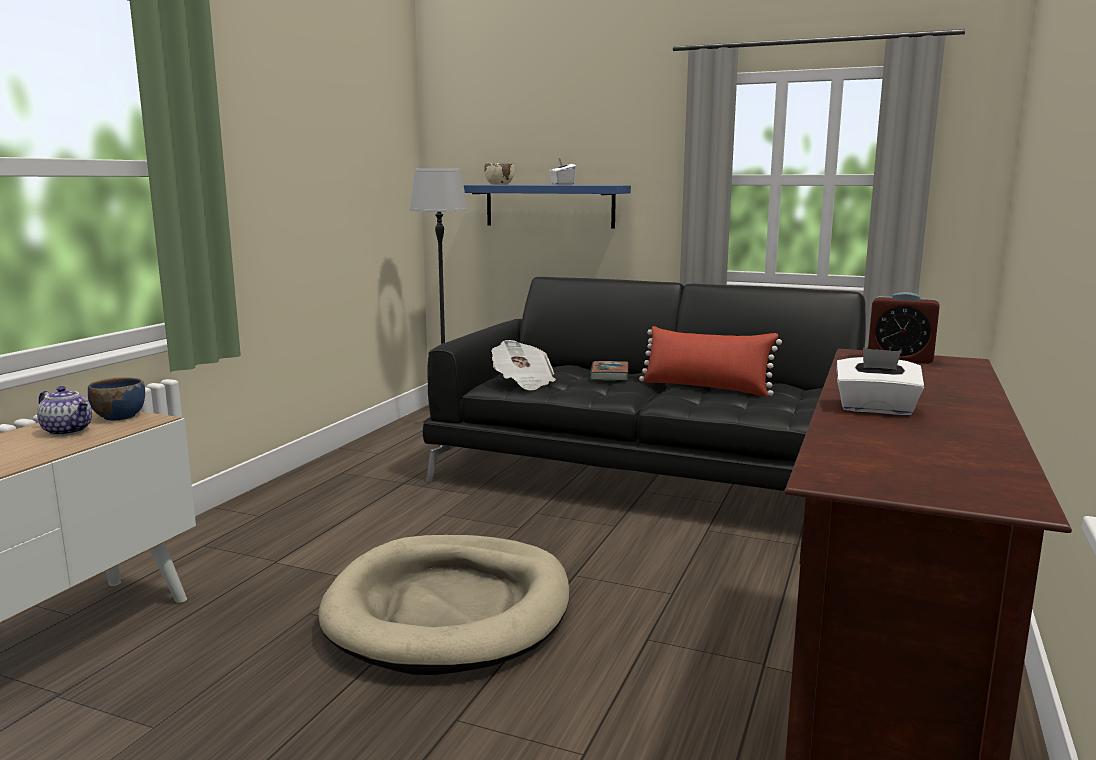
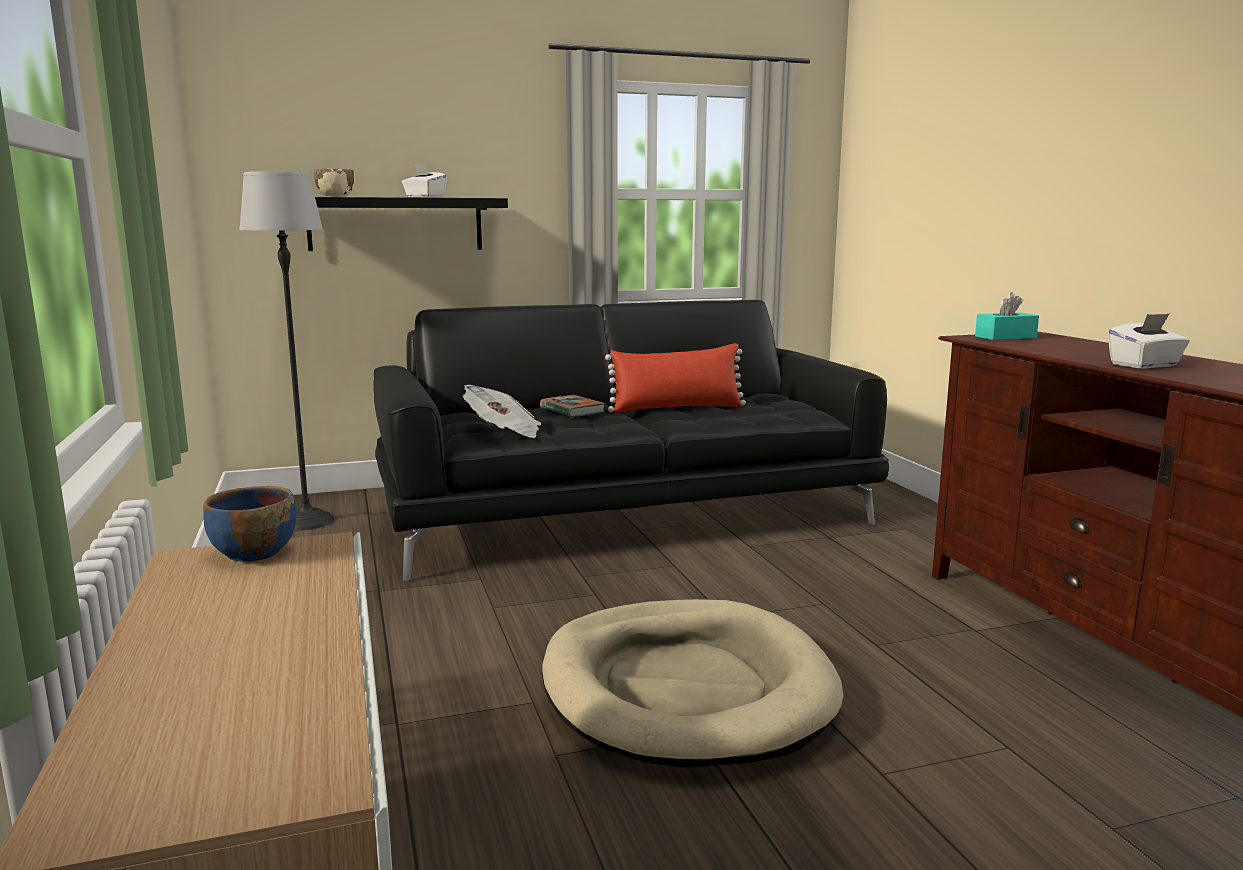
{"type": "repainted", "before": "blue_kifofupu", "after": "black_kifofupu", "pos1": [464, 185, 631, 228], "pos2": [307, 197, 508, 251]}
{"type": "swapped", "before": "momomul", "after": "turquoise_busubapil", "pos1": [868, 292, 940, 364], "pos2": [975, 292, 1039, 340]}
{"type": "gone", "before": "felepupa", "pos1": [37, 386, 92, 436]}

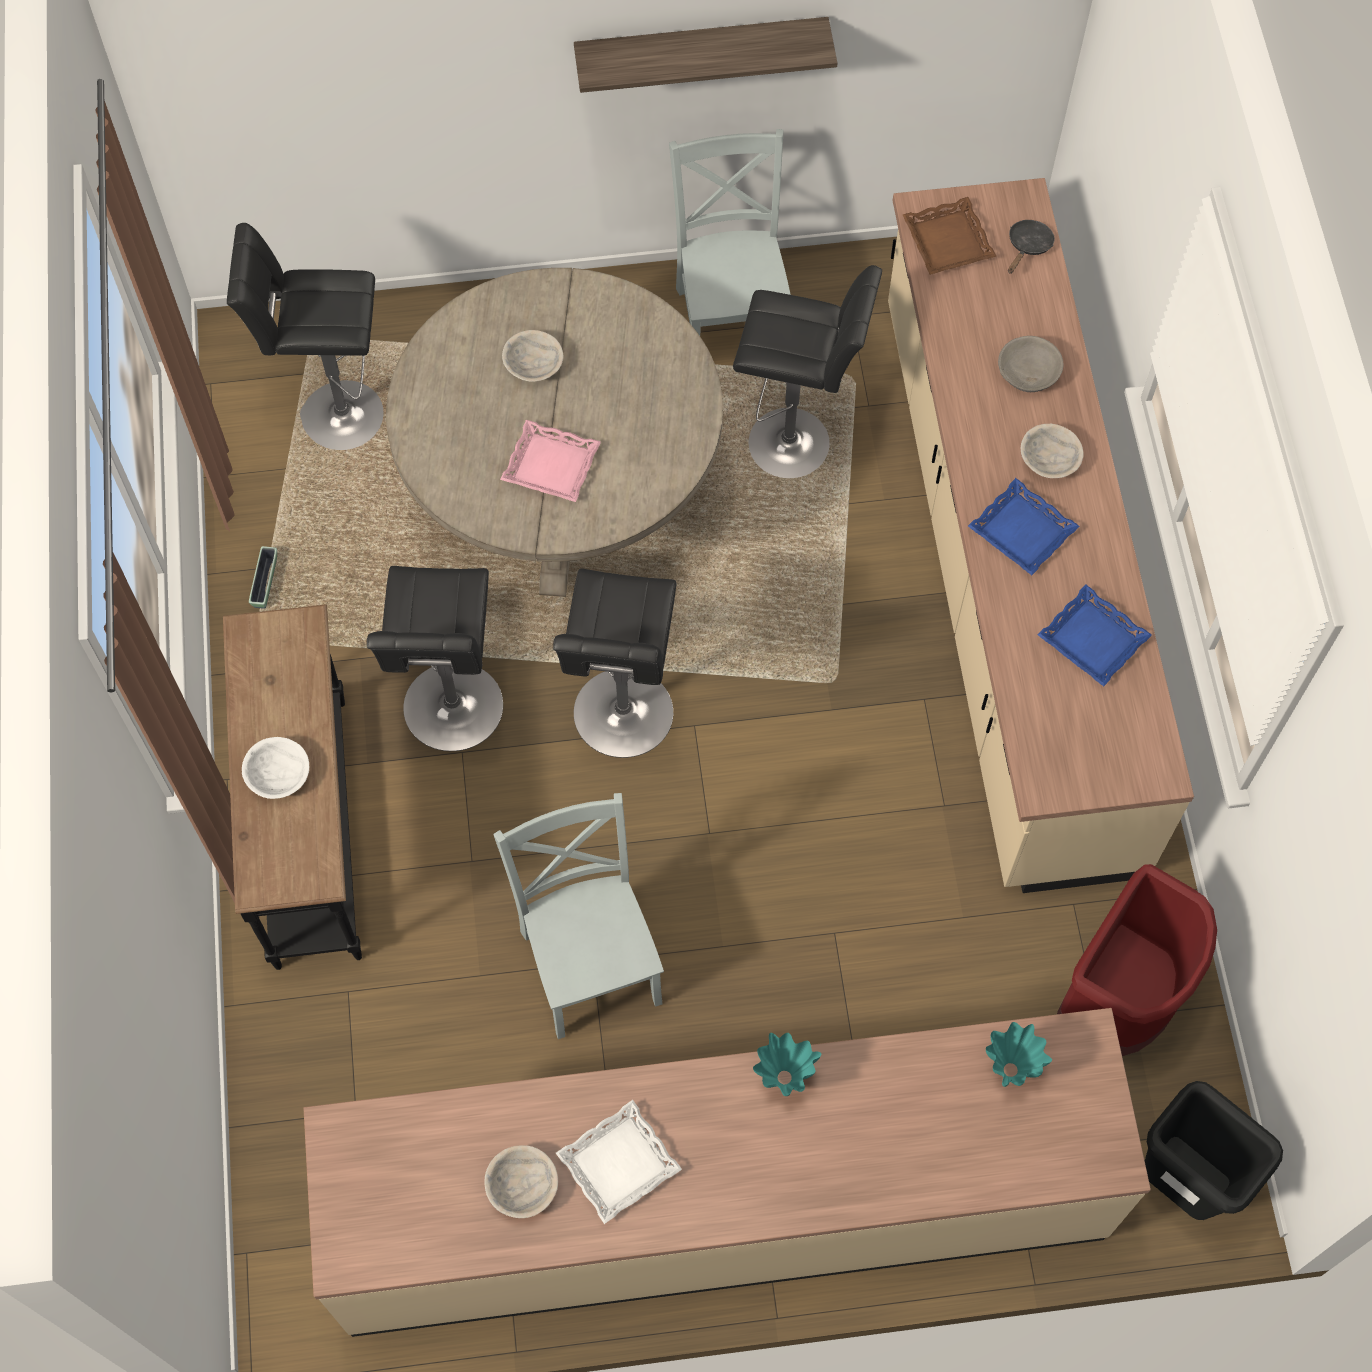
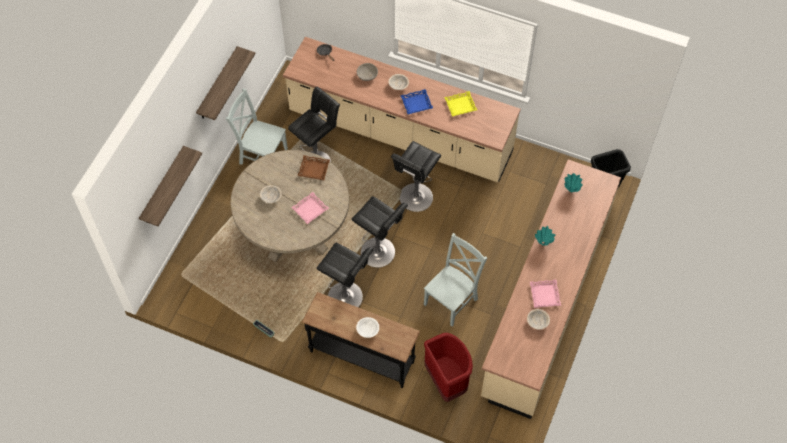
{"type": "new", "after": "kifofupu", "pos2": [139, 146, 202, 227]}
{"type": "shifted", "before": "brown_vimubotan", "pos1": [902, 197, 997, 275], "pos2": [298, 155, 330, 180]}
{"type": "shifted", "before": "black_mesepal", "pos1": [227, 223, 383, 450], "pos2": [391, 141, 441, 212]}
{"type": "rotated", "before": "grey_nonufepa", "pos1": [493, 793, 664, 1039], "pos2": [424, 233, 487, 326], "turn": 120}
{"type": "shifted", "before": "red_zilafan", "pos1": [1057, 864, 1217, 1056], "pos2": [424, 333, 473, 402]}
{"type": "repainted", "before": "blue_vimubotan", "after": "yellow_vimubotan", "pos1": [1037, 584, 1152, 687], "pos2": [444, 91, 477, 117]}
{"type": "repainted", "before": "white_vimubotan", "after": "pink_vimubotan", "pos1": [556, 1100, 682, 1224], "pos2": [530, 280, 561, 308]}

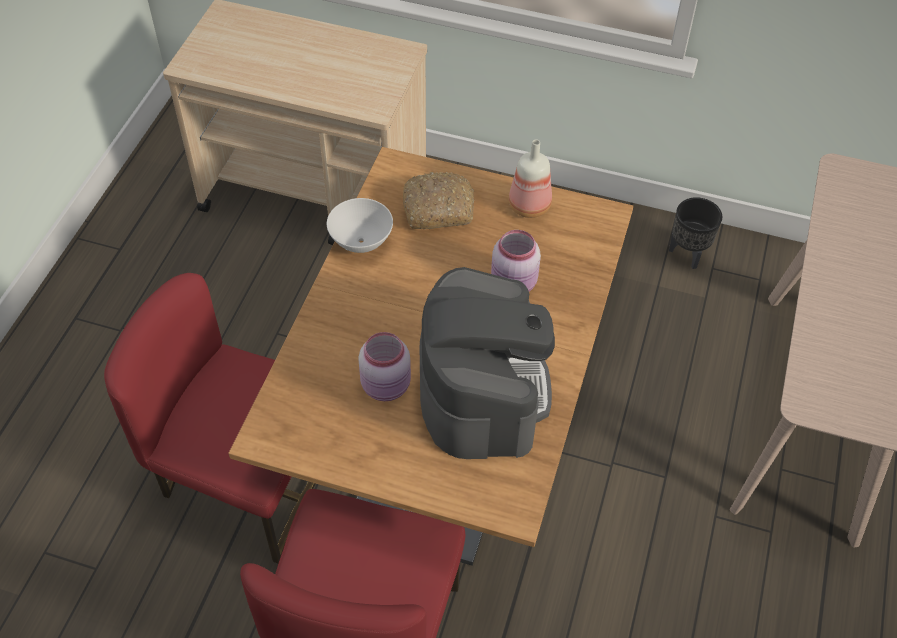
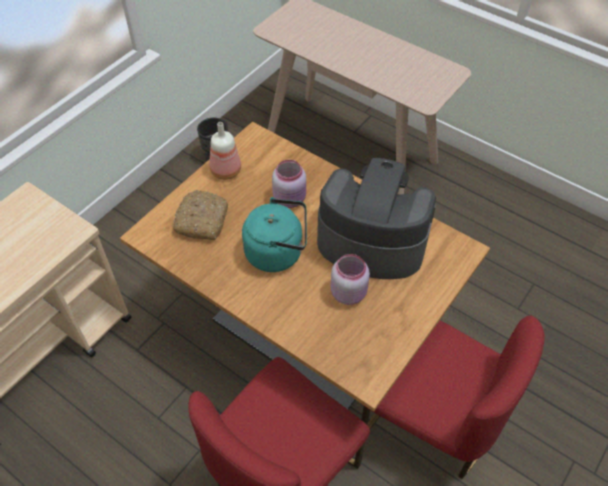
{"type": "new", "after": "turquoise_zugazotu", "pos2": [242, 197, 307, 272]}
{"type": "gone", "before": "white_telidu", "pos1": [327, 198, 393, 253]}

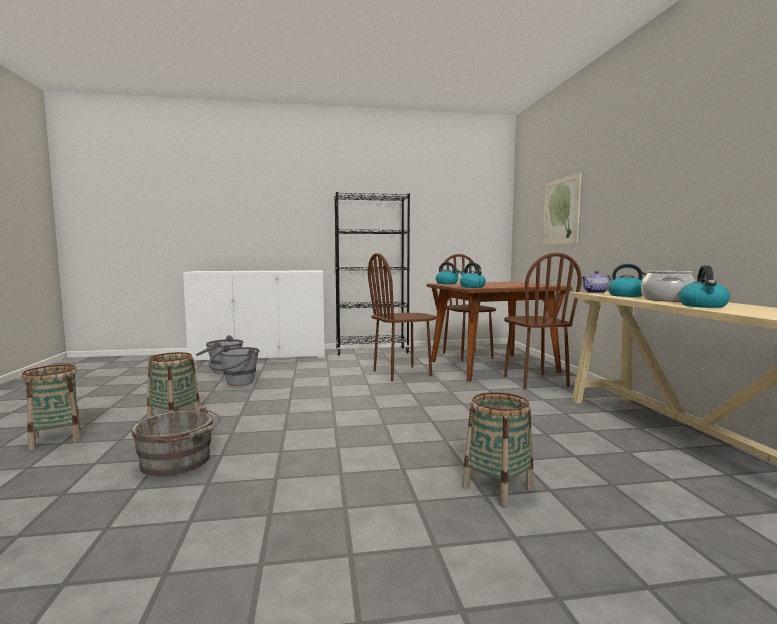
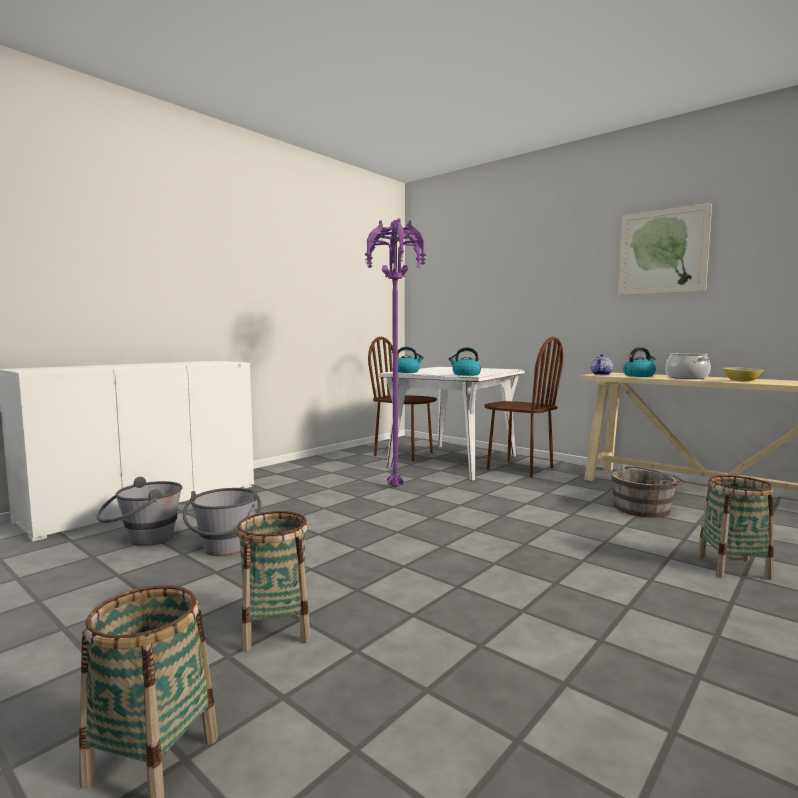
{"type": "swapped", "before": "brown_nonufepa", "after": "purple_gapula", "pos1": [368, 253, 436, 382], "pos2": [365, 218, 427, 487]}
{"type": "repainted", "before": "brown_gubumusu", "after": "white_gubumusu", "pos1": [427, 282, 573, 382], "pos2": [379, 367, 525, 481]}
{"type": "shifted", "before": "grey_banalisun", "pos1": [131, 405, 221, 476], "pos2": [611, 465, 685, 518]}
{"type": "shifted", "before": "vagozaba", "pos1": [543, 173, 581, 245], "pos2": [618, 203, 712, 295]}
{"type": "swapped", "before": "zugazotu", "after": "telidu", "pos1": [679, 265, 730, 308], "pos2": [722, 367, 764, 381]}
{"type": "gone", "before": "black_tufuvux", "pos1": [334, 192, 410, 356]}

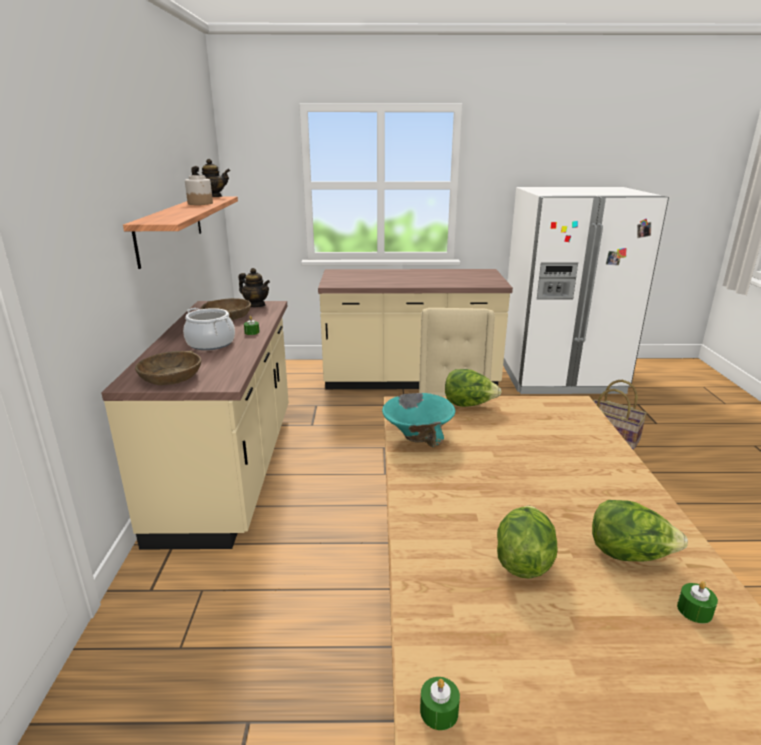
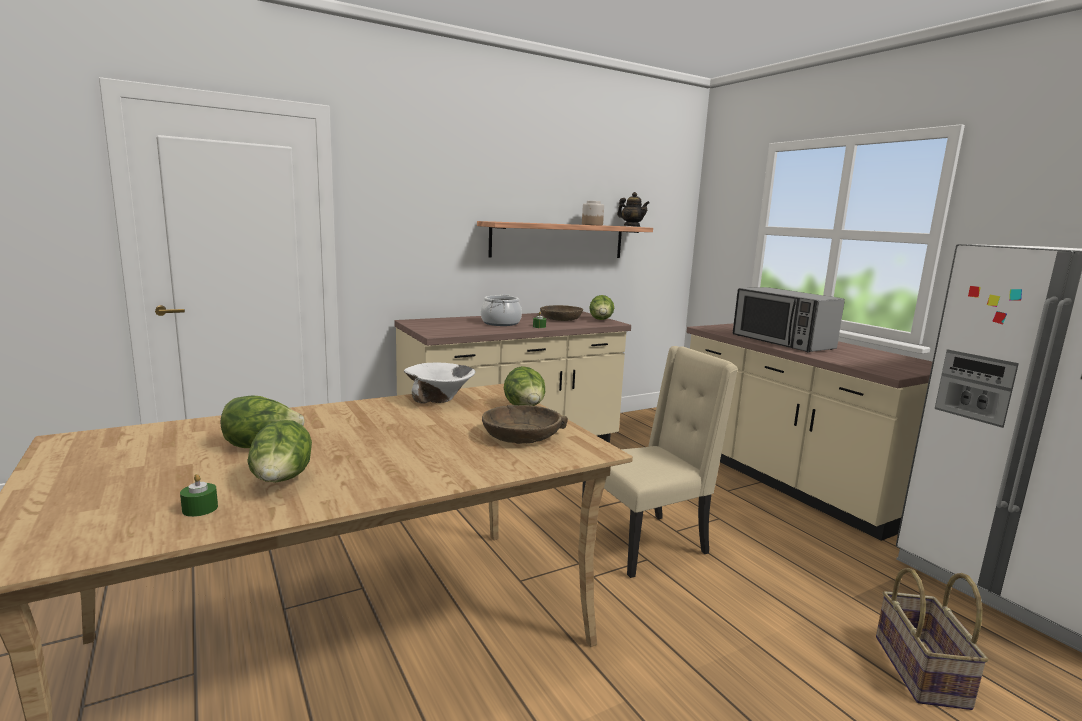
{"type": "repainted", "before": "turquoise_telidu", "after": "white_telidu", "pos1": [382, 393, 455, 447], "pos2": [404, 363, 475, 403]}
{"type": "shifted", "before": "brown_telidu", "pos1": [135, 351, 201, 385], "pos2": [482, 405, 568, 444]}
{"type": "swapped", "before": "felepupa", "after": "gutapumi", "pos1": [239, 268, 270, 307], "pos2": [589, 295, 614, 320]}
{"type": "new", "after": "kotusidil", "pos2": [733, 287, 845, 352]}
{"type": "gone", "before": "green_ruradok", "pos1": [420, 677, 460, 730]}

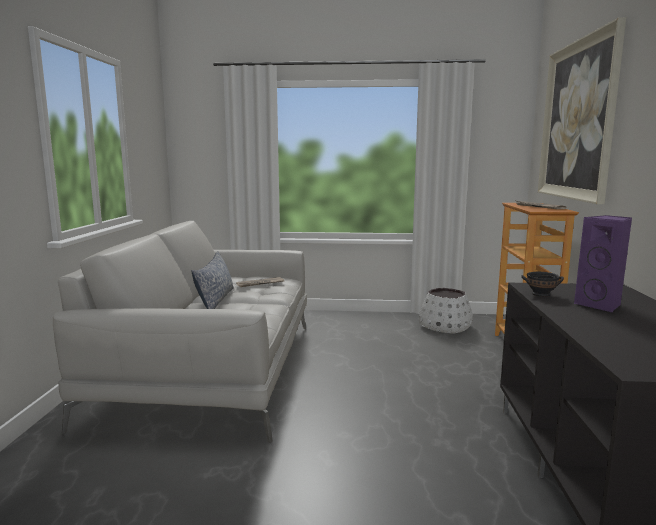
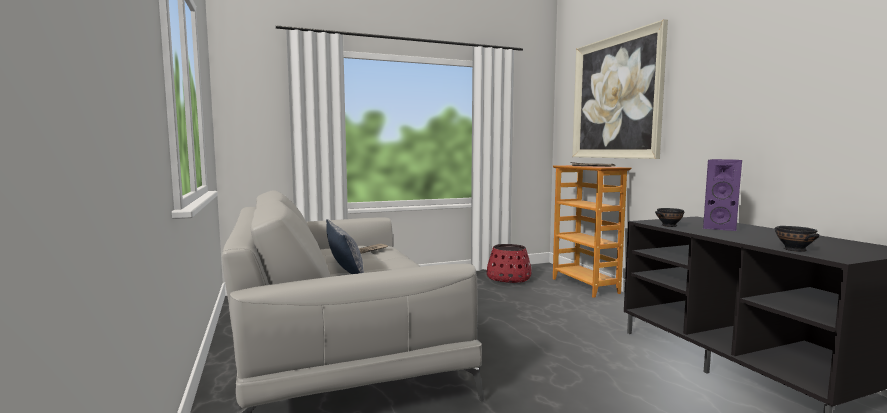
{"type": "repainted", "before": "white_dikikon", "after": "red_dikikon", "pos1": [419, 288, 473, 333], "pos2": [487, 244, 532, 283]}
{"type": "new", "after": "black_telidu", "pos2": [775, 226, 820, 252]}

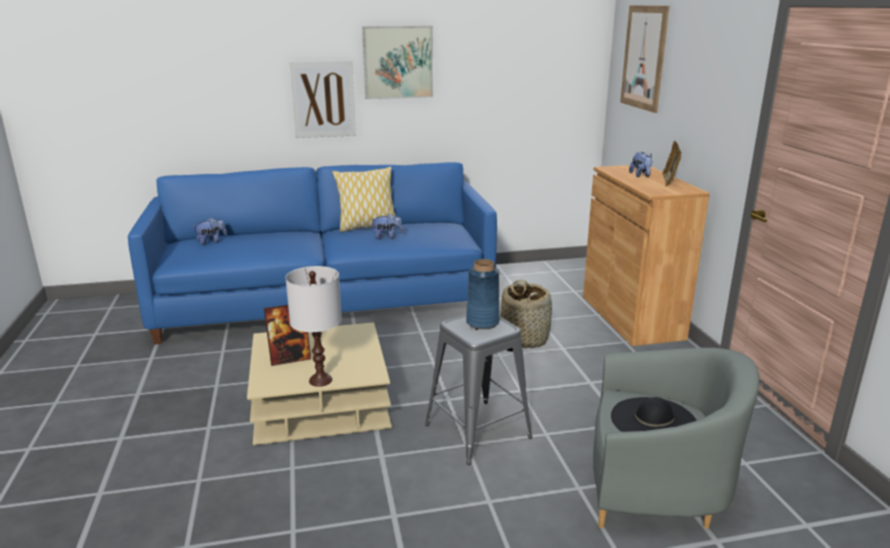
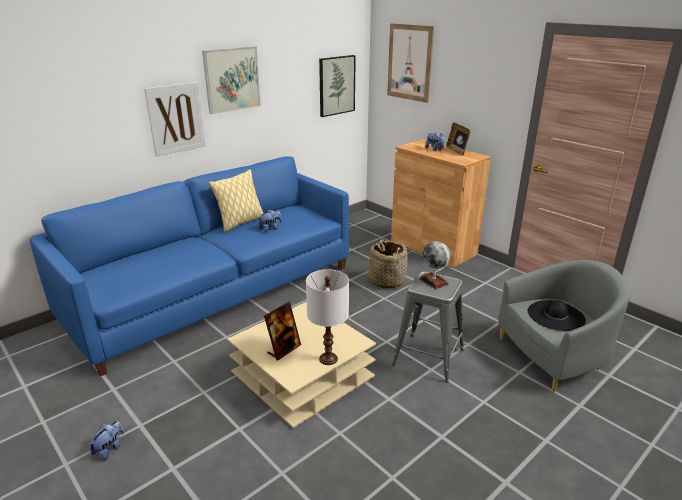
{"type": "shifted", "before": "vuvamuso", "pos1": [193, 218, 227, 245], "pos2": [89, 421, 124, 461]}
{"type": "new", "after": "vagozaba", "pos2": [319, 55, 356, 117]}
{"type": "swapped", "before": "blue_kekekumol", "after": "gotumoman", "pos1": [466, 259, 500, 329], "pos2": [419, 241, 450, 289]}

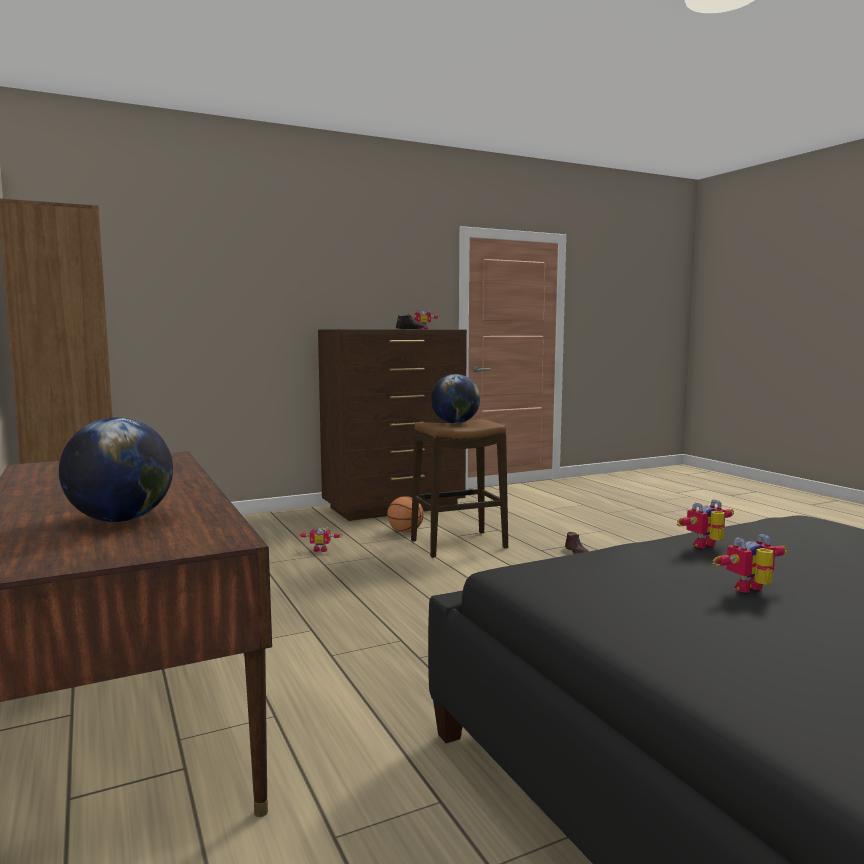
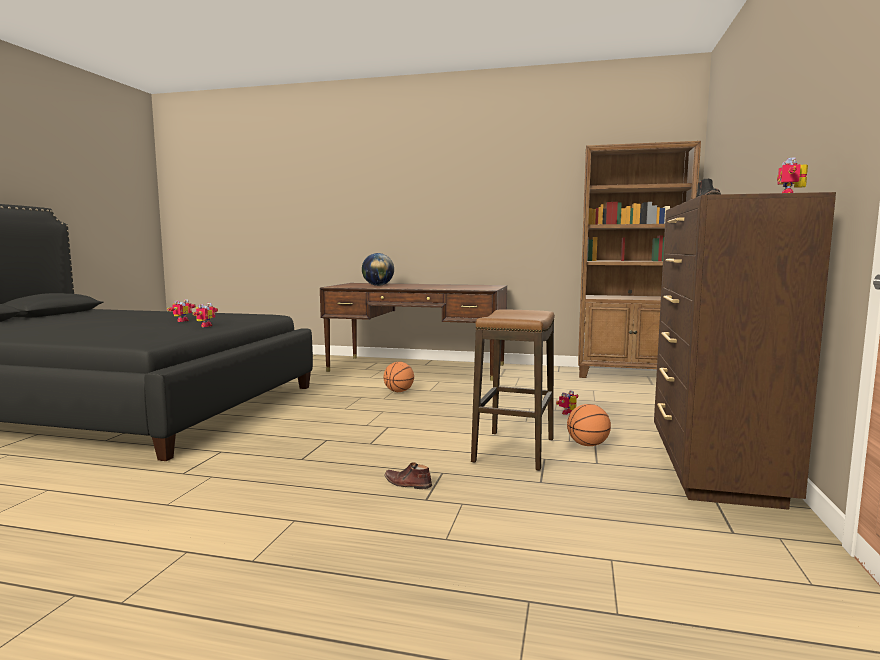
{"type": "new", "after": "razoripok", "pos2": [383, 361, 414, 392]}
{"type": "gone", "before": "gotumoman", "pos1": [431, 374, 480, 424]}

